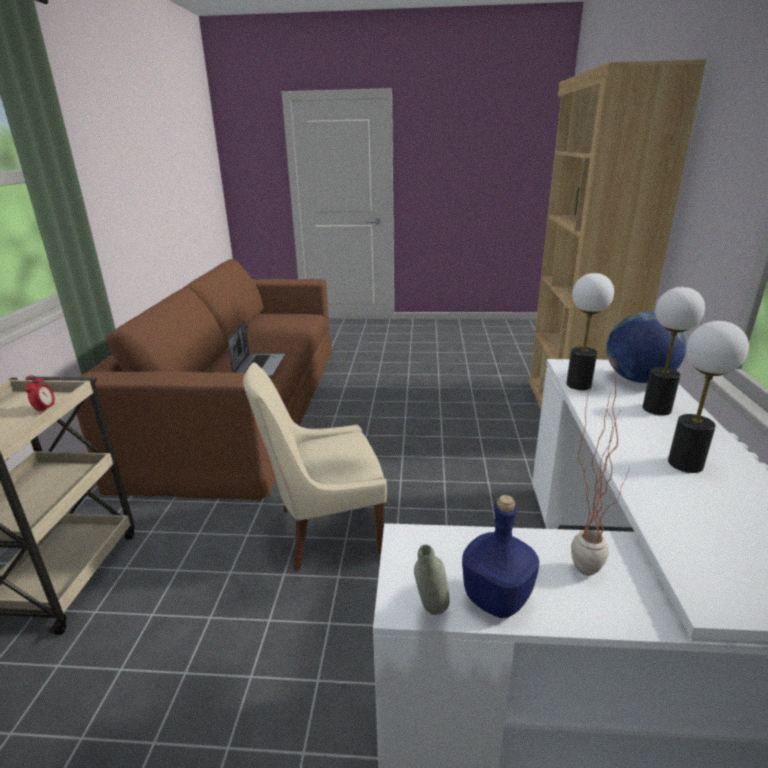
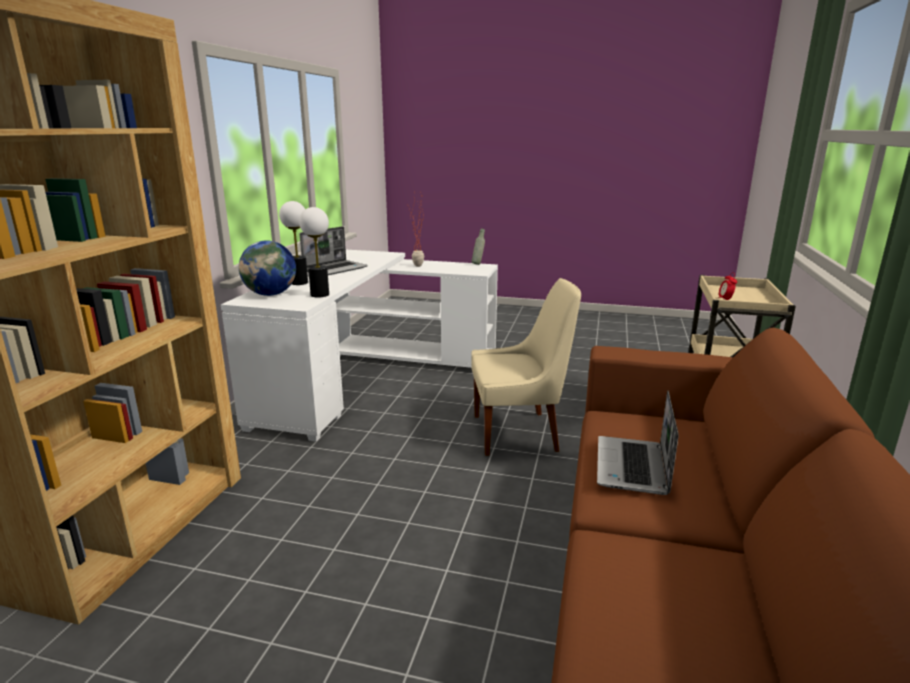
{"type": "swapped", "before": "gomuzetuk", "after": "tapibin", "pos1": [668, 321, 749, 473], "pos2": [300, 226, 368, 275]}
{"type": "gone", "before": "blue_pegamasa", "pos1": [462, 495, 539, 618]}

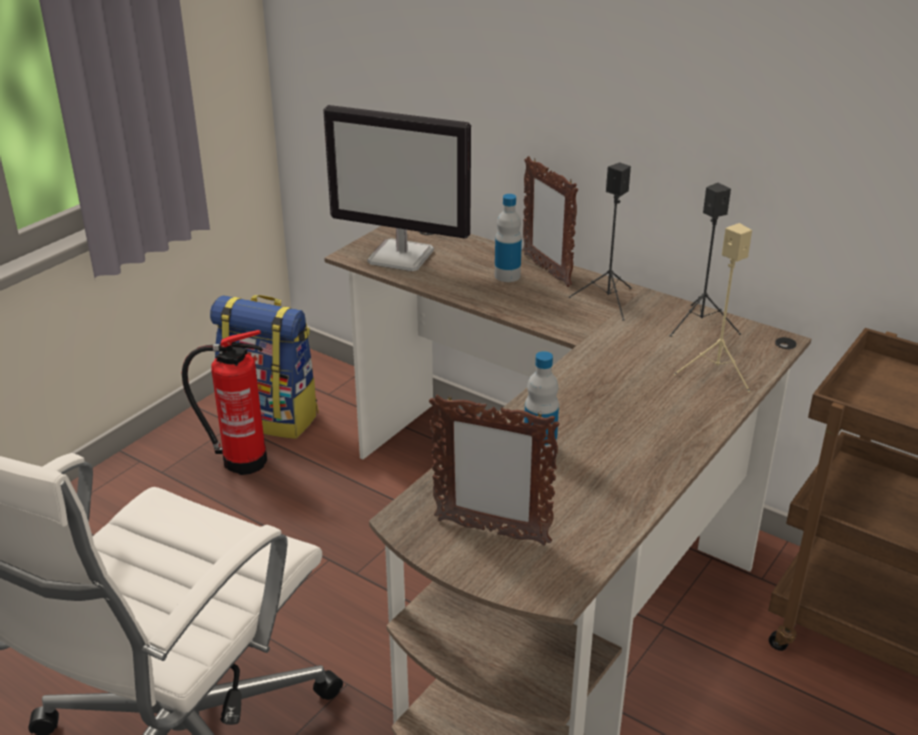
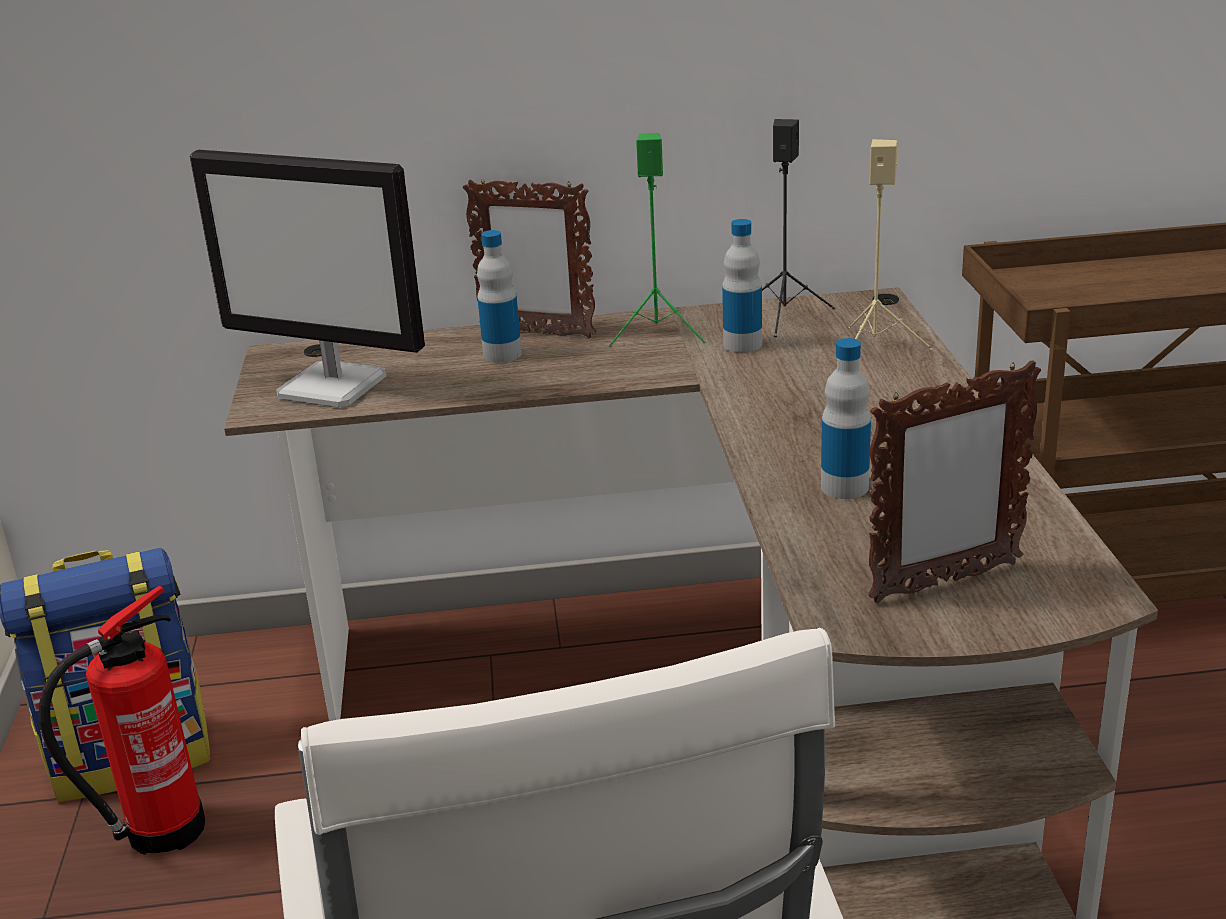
{"type": "rotated", "before": "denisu", "pos1": [323, 105, 471, 271], "pos2": [190, 150, 425, 407], "turn": 45}
{"type": "repainted", "before": "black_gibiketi", "after": "green_gibiketi", "pos1": [569, 162, 632, 321], "pos2": [609, 133, 706, 347]}
{"type": "new", "after": "pegamasa", "pos2": [722, 219, 762, 353]}

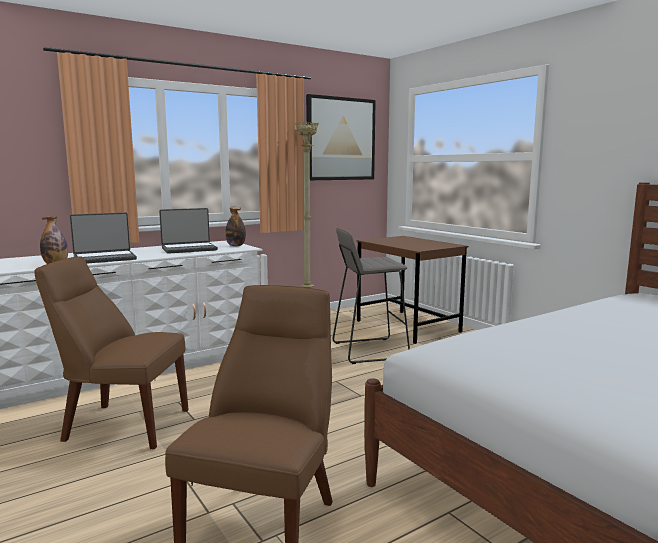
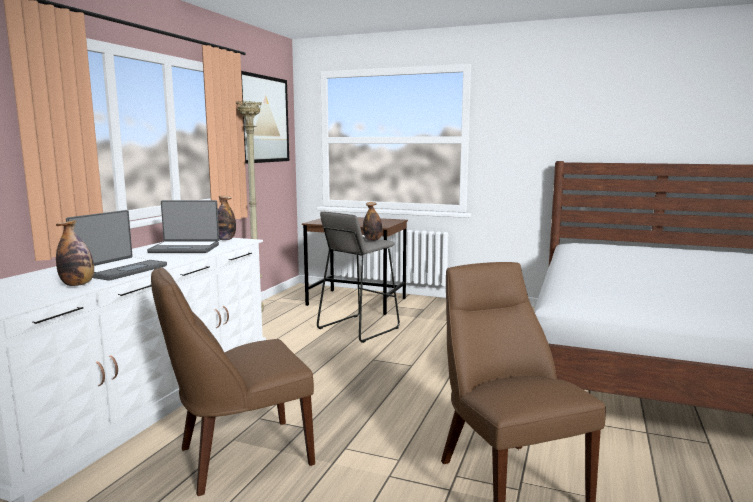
{"type": "rotated", "before": "tapibin", "pos1": [159, 208, 218, 254], "pos2": [147, 200, 219, 253], "turn": 60}
{"type": "new", "after": "pegamasa", "pos2": [363, 202, 382, 241]}

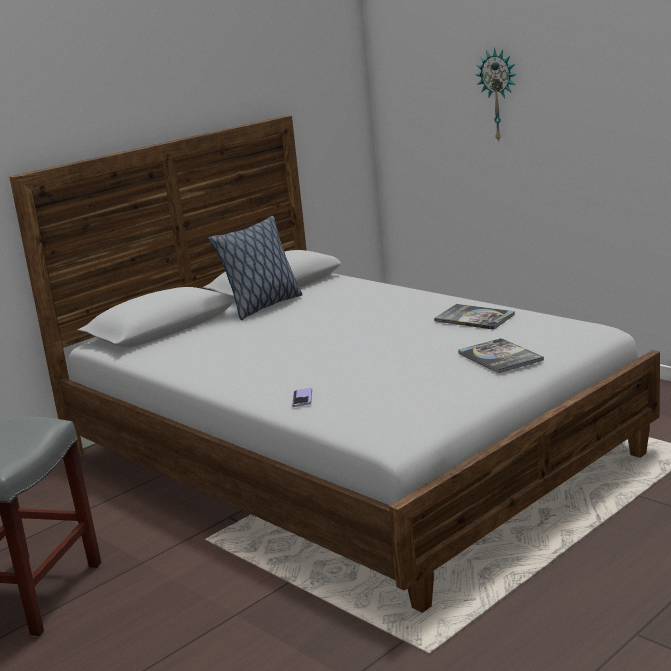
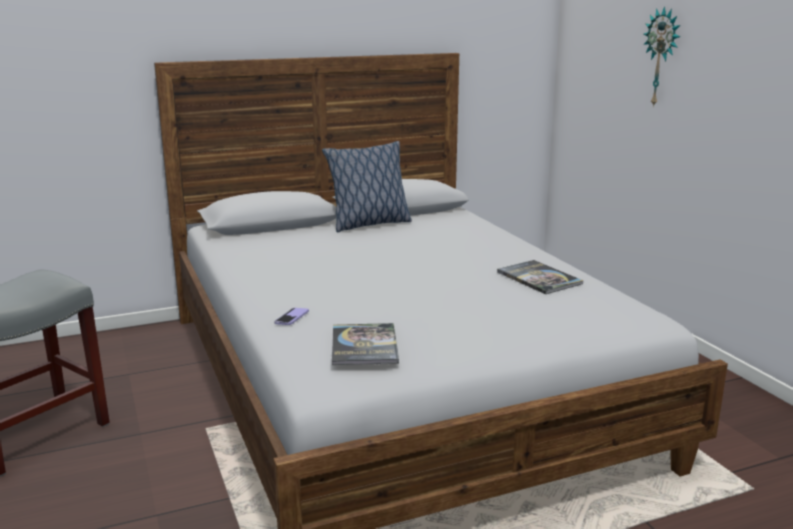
{"type": "shifted", "before": "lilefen", "pos1": [458, 338, 544, 373], "pos2": [332, 323, 399, 365]}

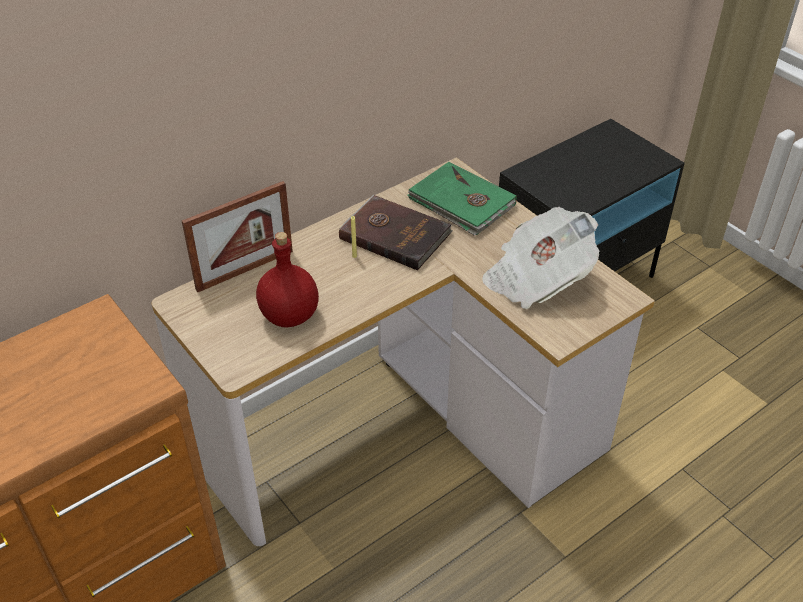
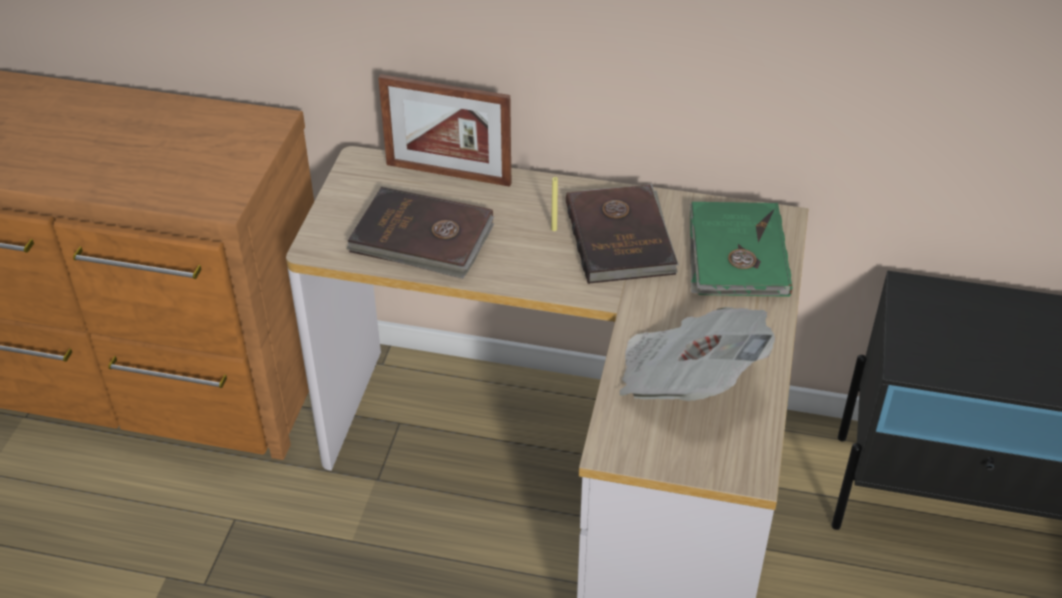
{"type": "swapped", "before": "red_pegamasa", "after": "brown_lilefen", "pos1": [256, 232, 319, 327], "pos2": [346, 187, 494, 279]}

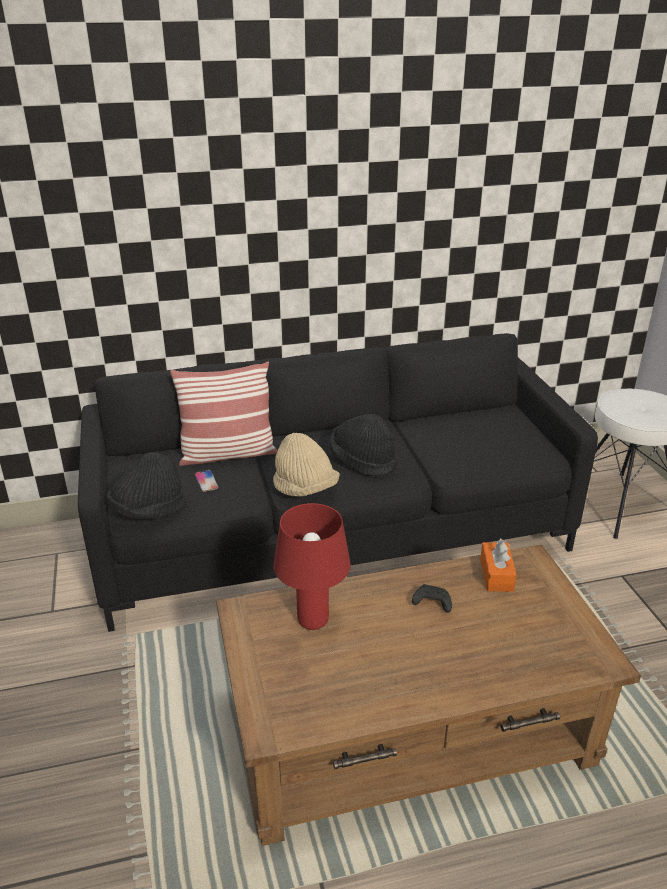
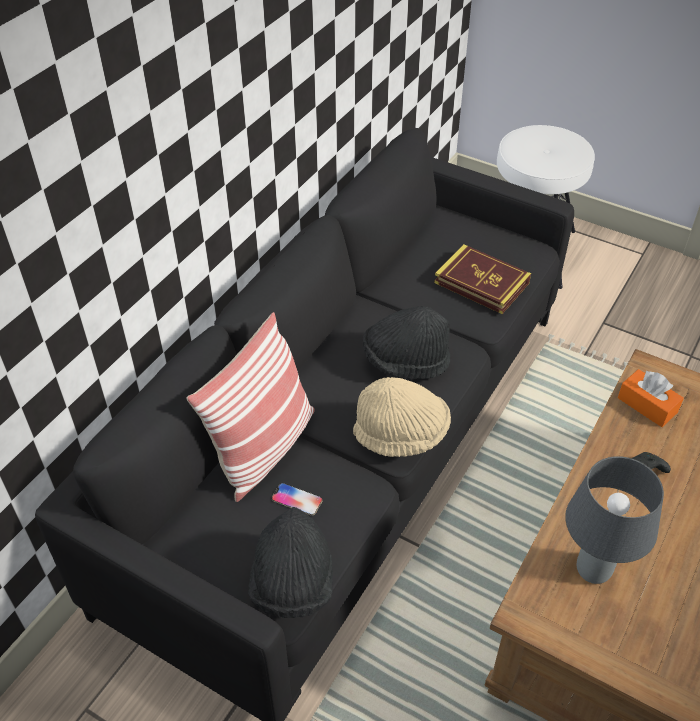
{"type": "new", "after": "lilefen", "pos2": [434, 244, 531, 314]}
{"type": "repainted", "before": "red_gomuzetuk", "after": "grey_gomuzetuk", "pos1": [273, 503, 351, 630], "pos2": [565, 456, 664, 584]}

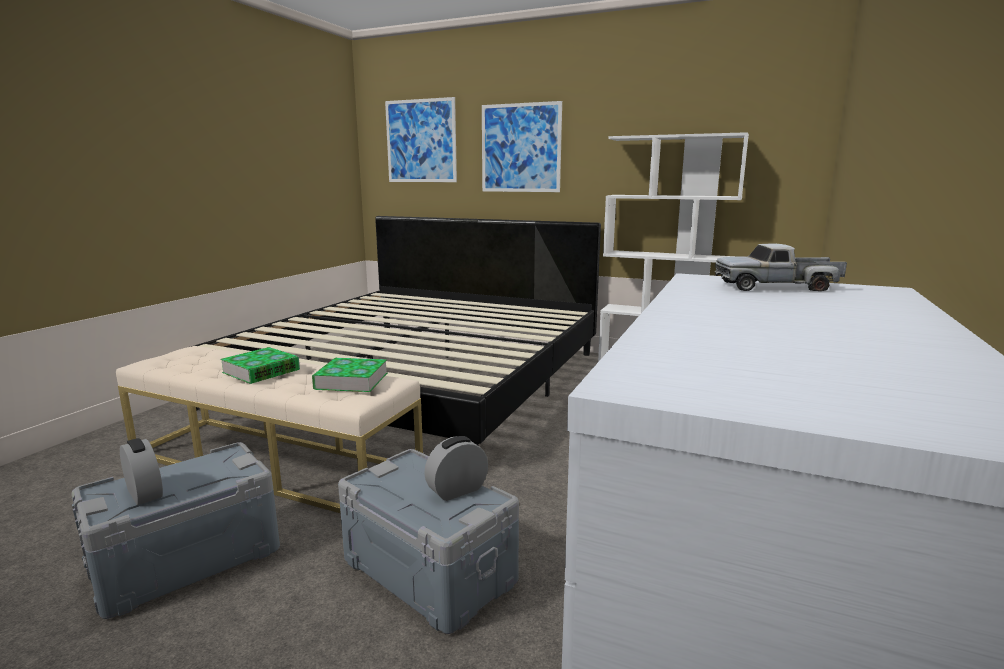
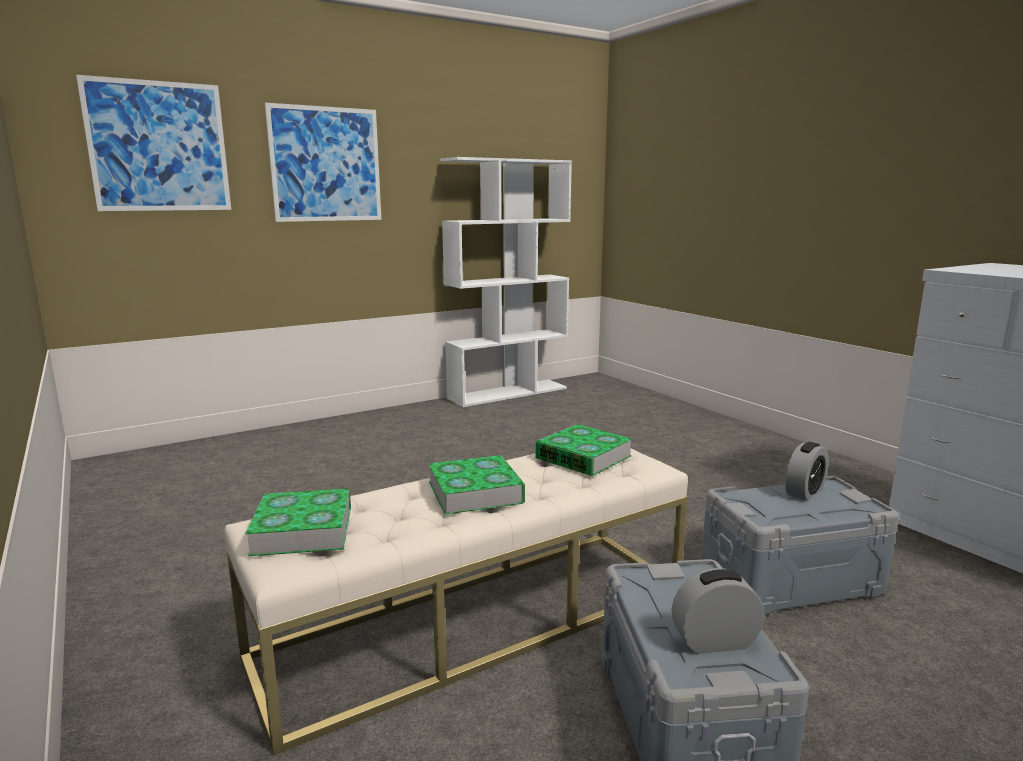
{"type": "new", "after": "lilefen", "pos2": [245, 488, 351, 556]}
{"type": "rotated", "before": "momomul", "pos1": [424, 436, 488, 501], "pos2": [785, 442, 829, 501], "turn": -135}
{"type": "gone", "before": "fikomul", "pos1": [191, 216, 601, 445]}
{"type": "gone", "before": "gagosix", "pos1": [714, 244, 847, 291]}

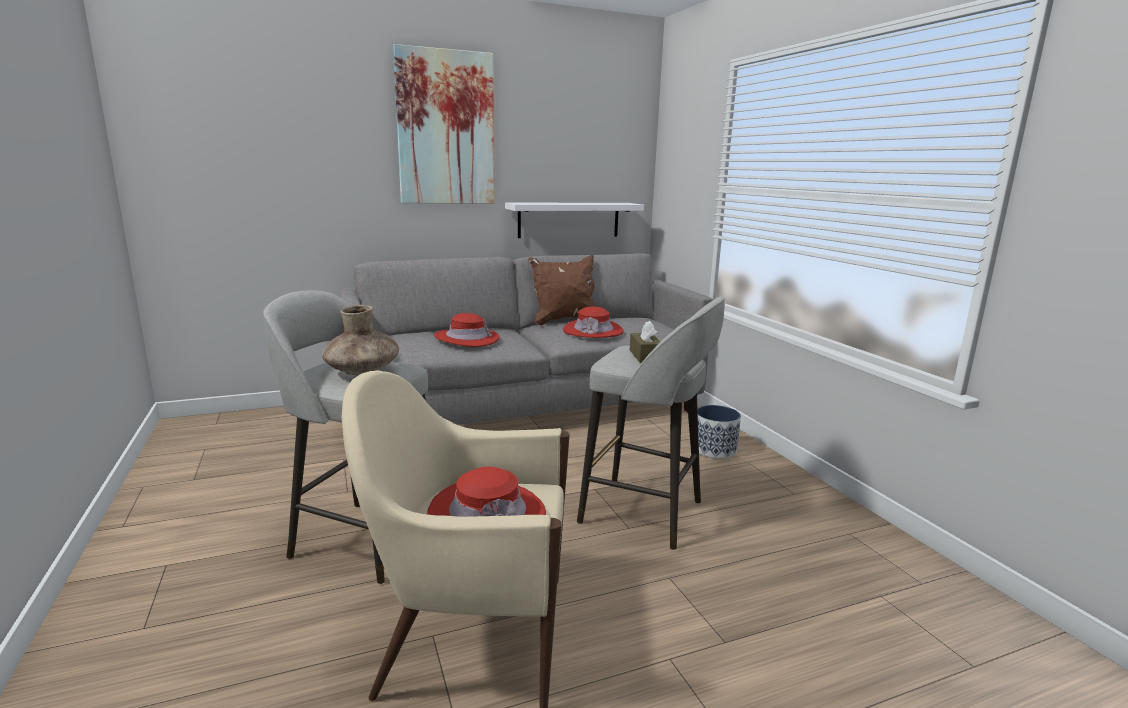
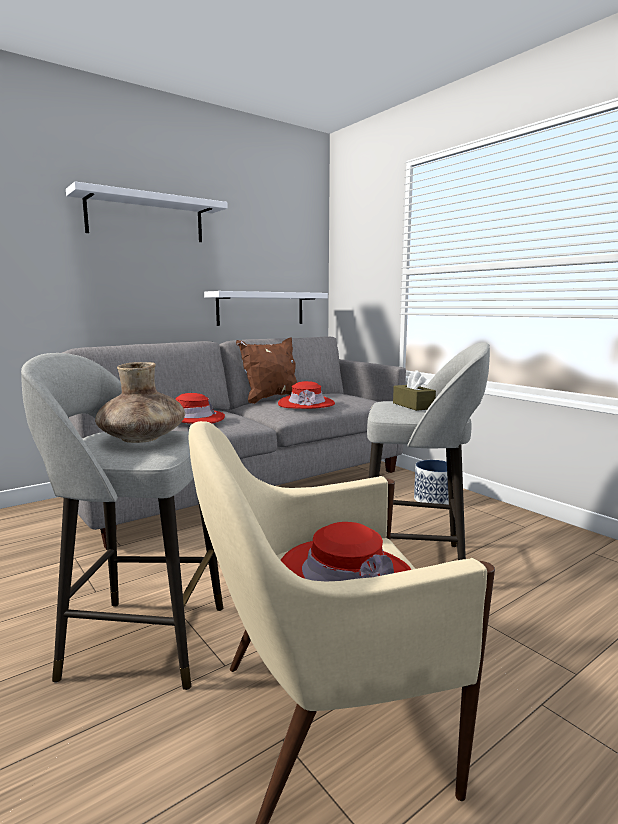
{"type": "swapped", "before": "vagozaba", "after": "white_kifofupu", "pos1": [393, 44, 495, 204], "pos2": [66, 181, 228, 242]}

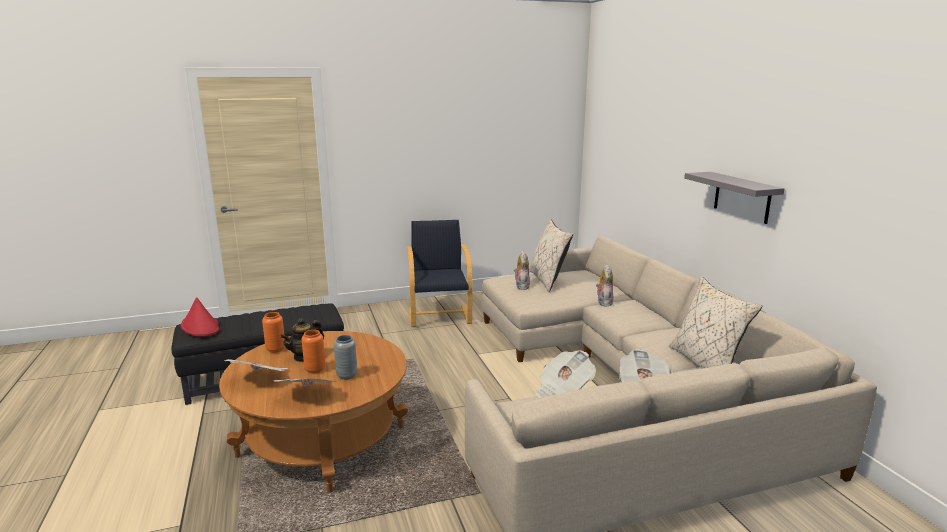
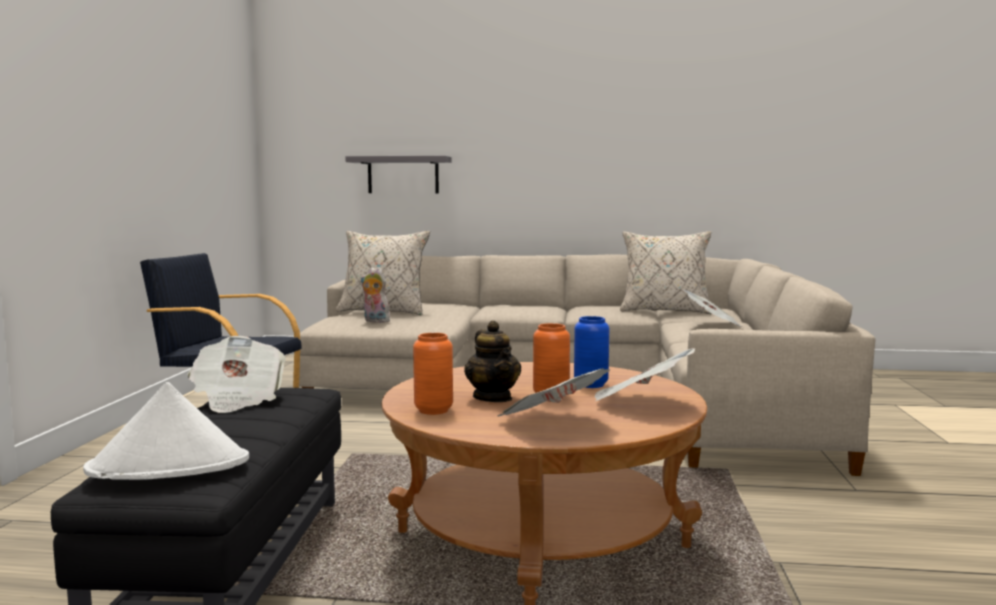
{"type": "repainted", "before": "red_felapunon", "after": "white_felapunon", "pos1": [181, 297, 220, 337], "pos2": [83, 382, 249, 480]}
{"type": "shifted", "before": "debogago", "pos1": [535, 351, 596, 398], "pos2": [188, 336, 286, 413]}
{"type": "shifted", "before": "grey_kifofupu", "pos1": [684, 172, 784, 224], "pos2": [345, 156, 452, 193]}
{"type": "repainted", "before": "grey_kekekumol", "after": "blue_kekekumol", "pos1": [334, 335, 357, 380], "pos2": [574, 316, 609, 388]}
{"type": "gone", "before": "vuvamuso", "pos1": [596, 265, 613, 307]}

